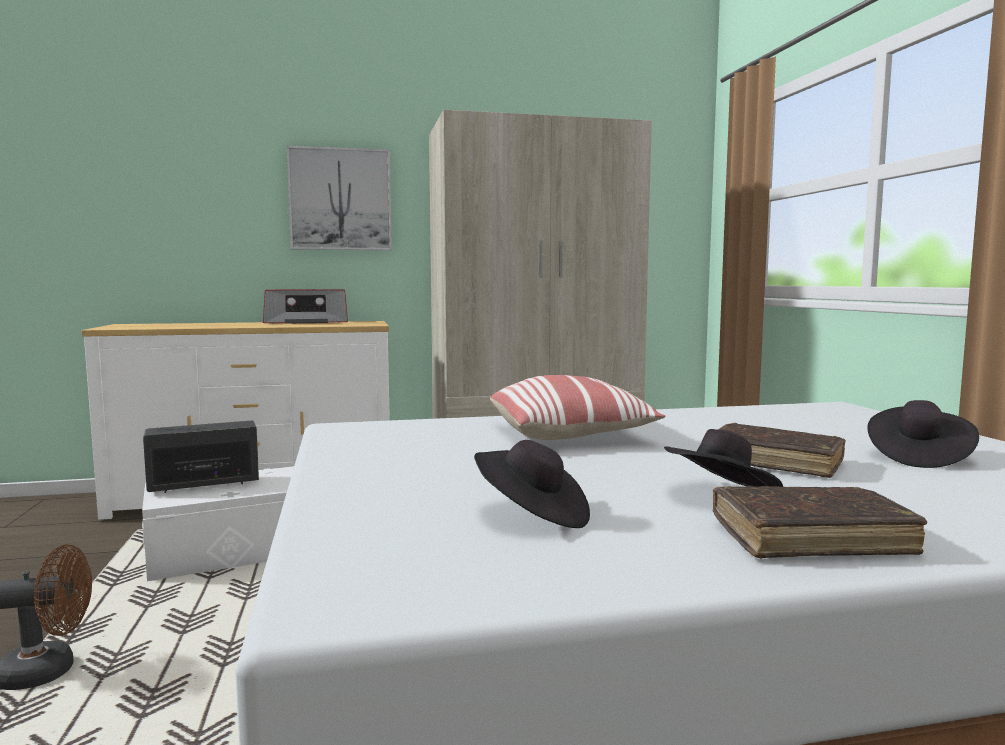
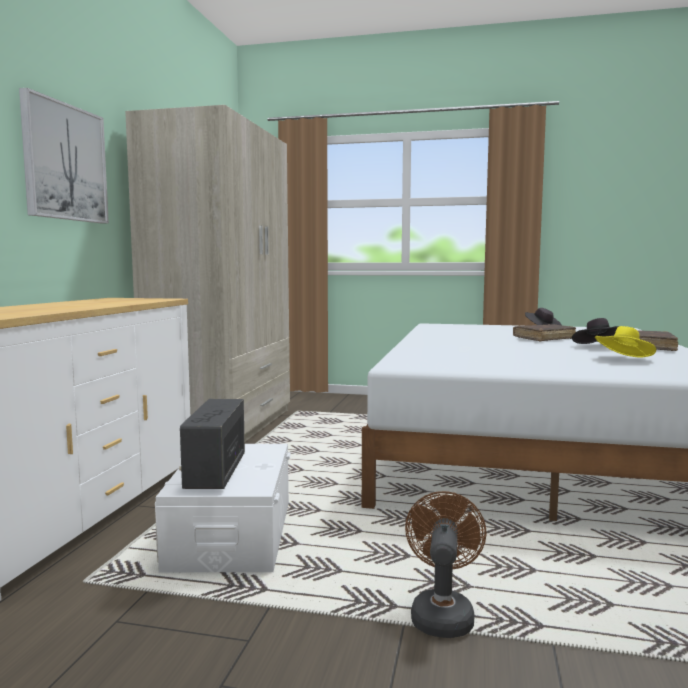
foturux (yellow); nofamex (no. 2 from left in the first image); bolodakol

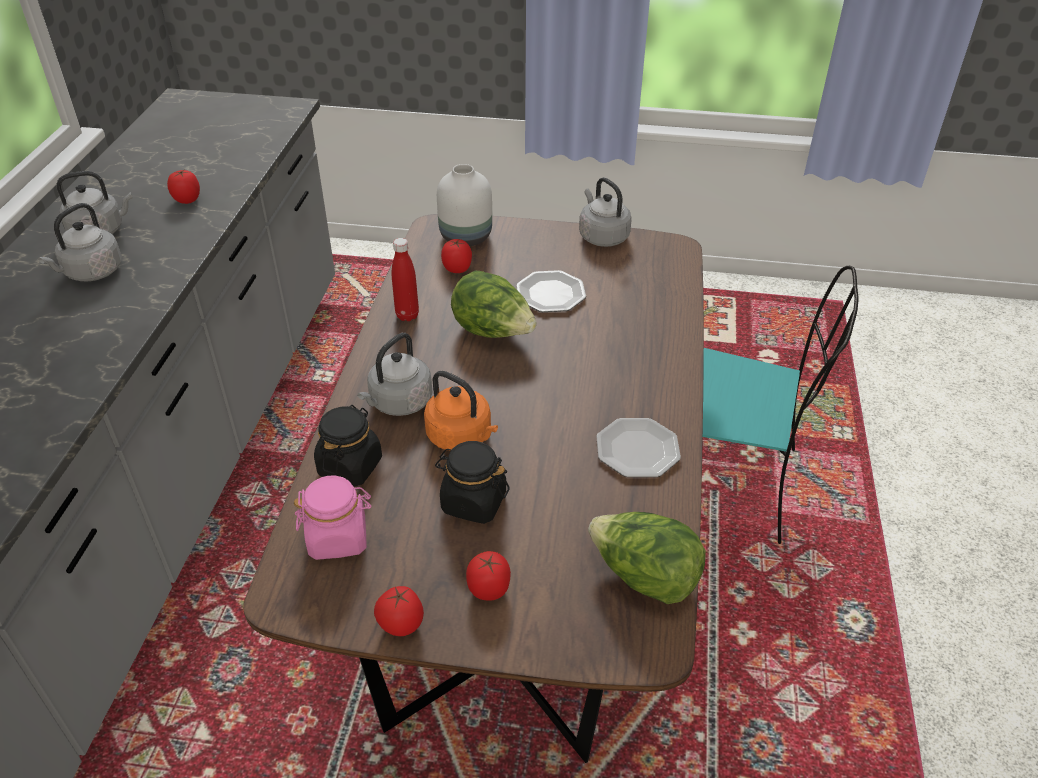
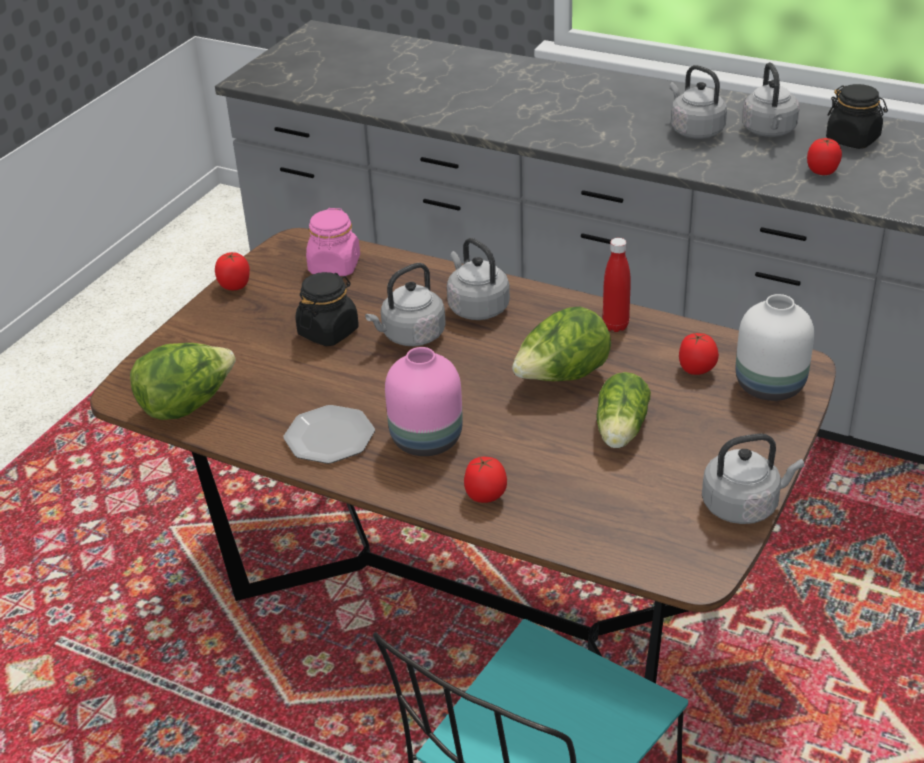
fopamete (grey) (no. 1 from left); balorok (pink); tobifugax (no. 2 from left); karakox (no. 3 from left); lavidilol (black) (no. 2 from left)

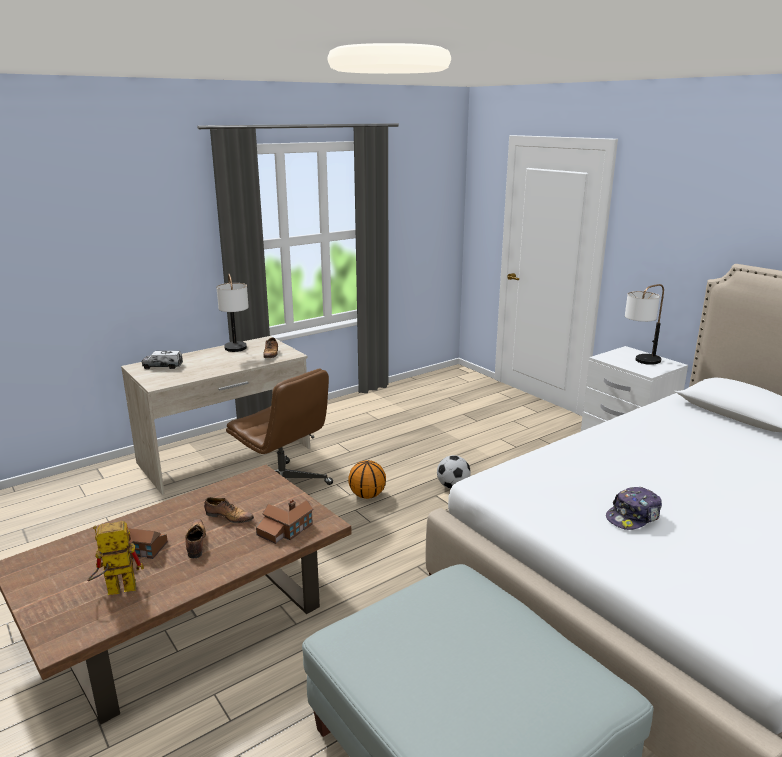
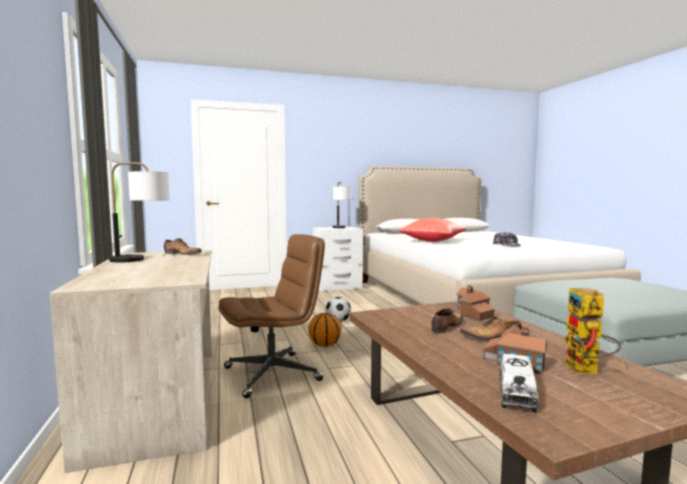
bolodakol (red); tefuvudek

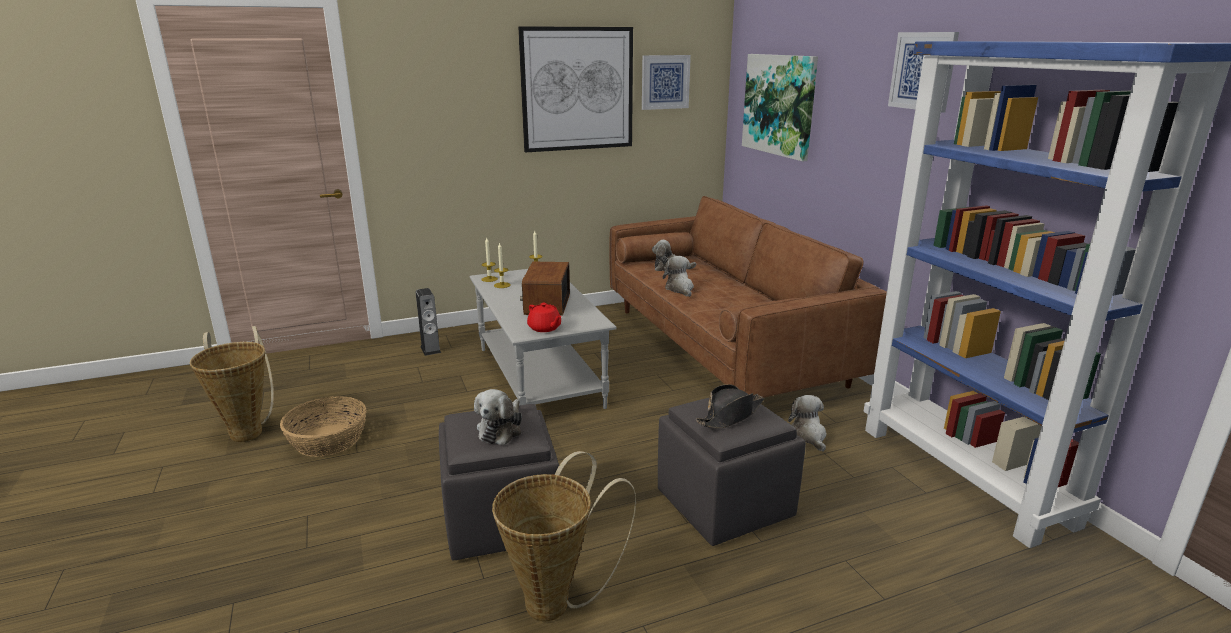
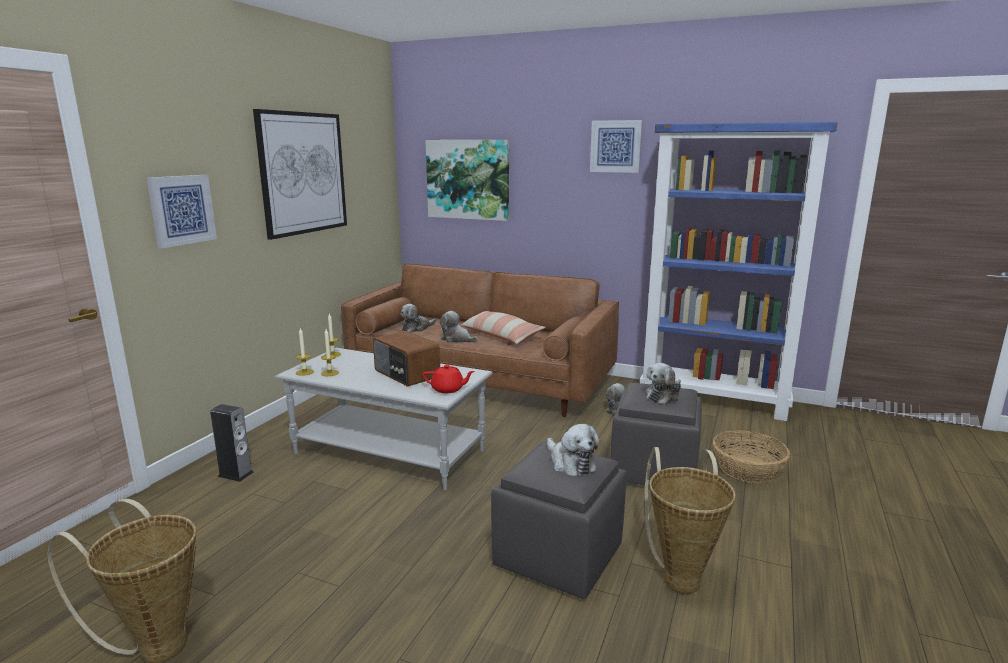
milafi (no. 1 from left); bolodakol; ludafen (no. 5 from left); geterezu (no. 3 from left)

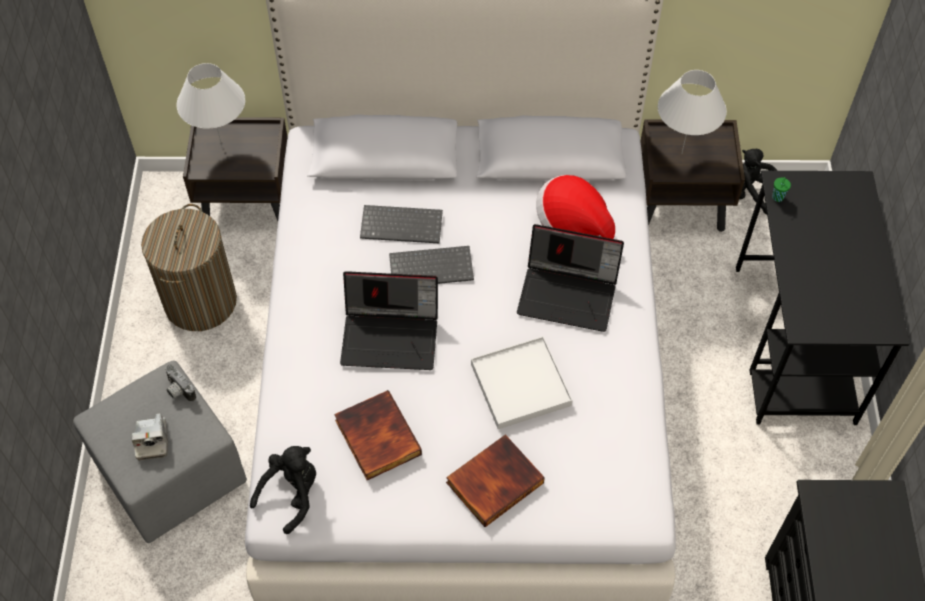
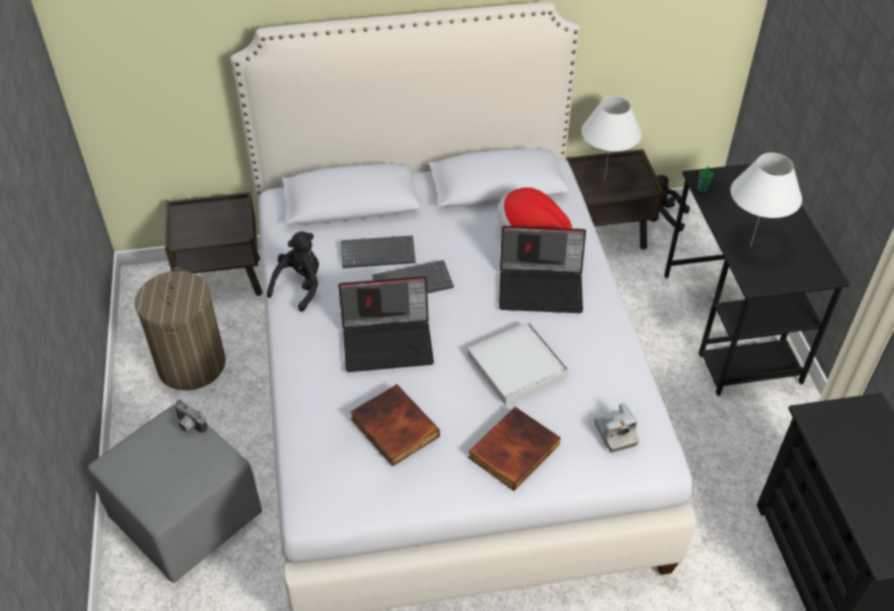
ludafen (black) (no. 1 from left); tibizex (no. 2 from left); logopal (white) (no. 2 from left)

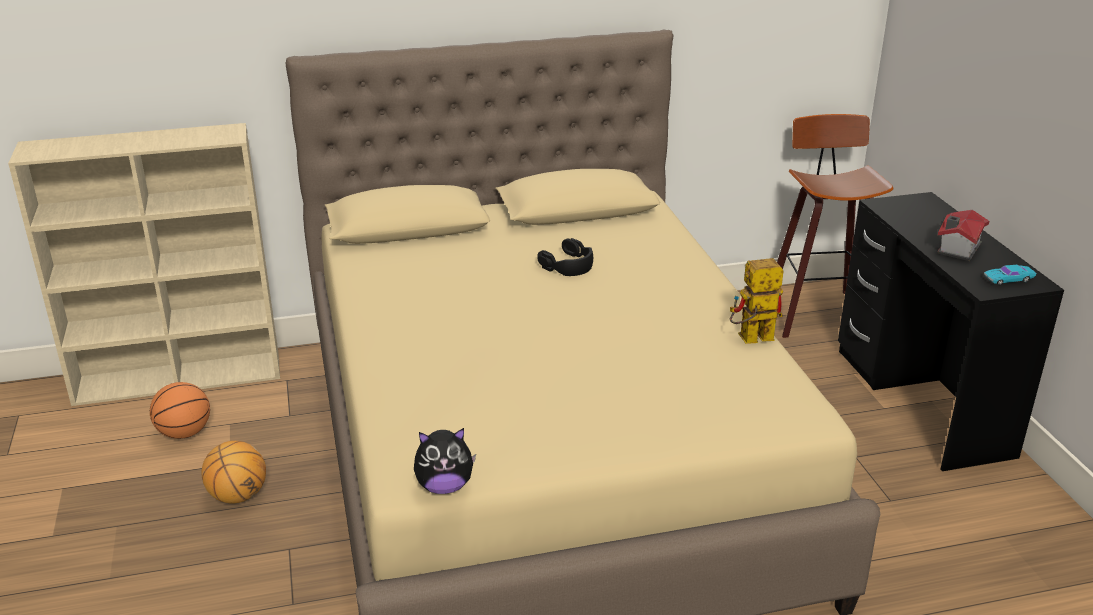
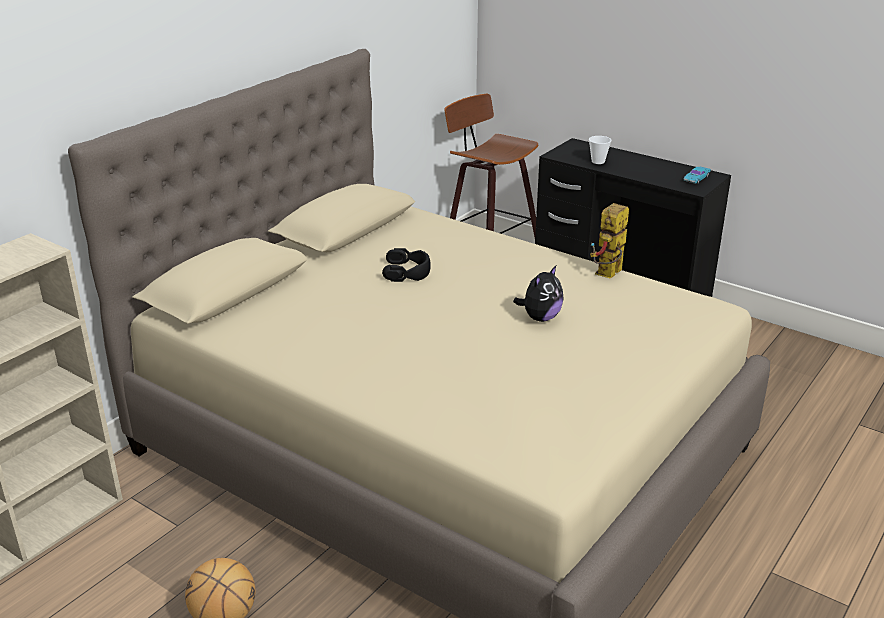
ludafen; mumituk; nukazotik (no. 1 from left in the first image); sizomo

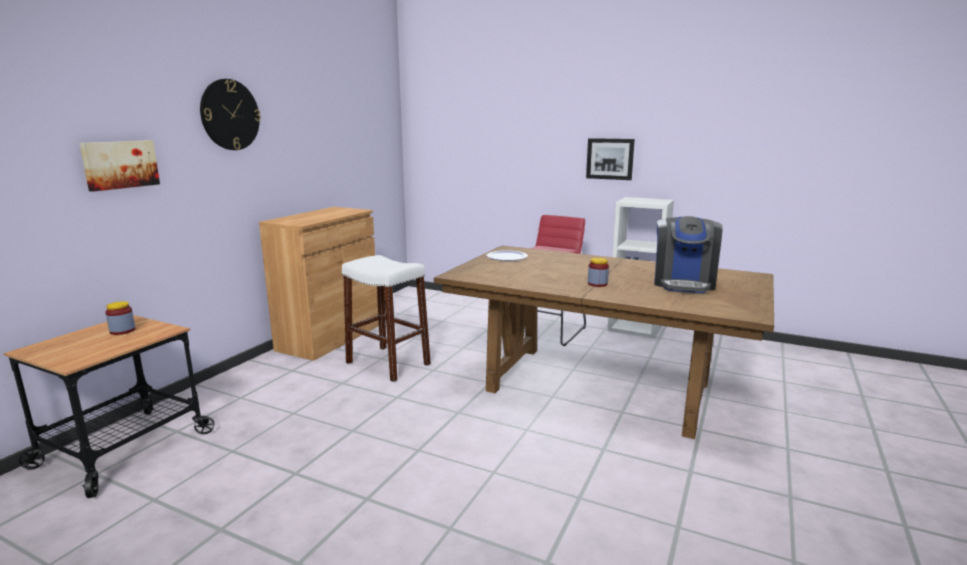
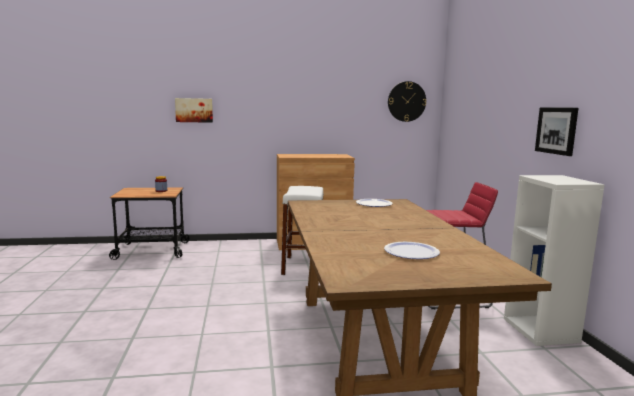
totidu (no. 2 from left); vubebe; lavidilol (no. 2 from left in the first image)

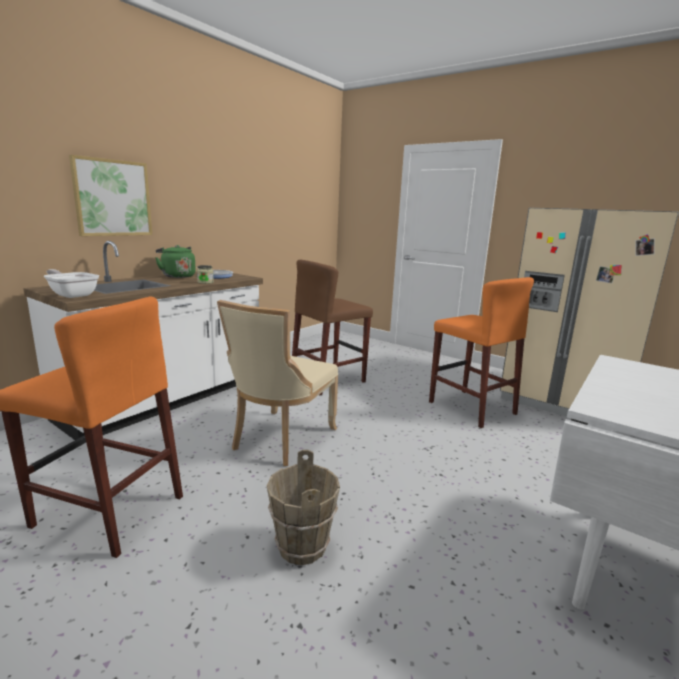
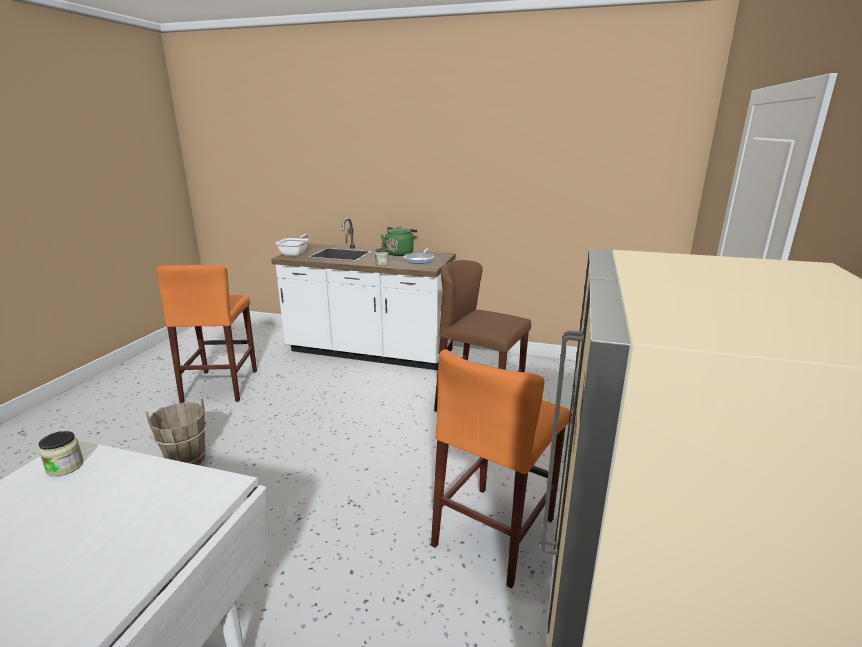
lavidilol (no. 1 from left); milafi; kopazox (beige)

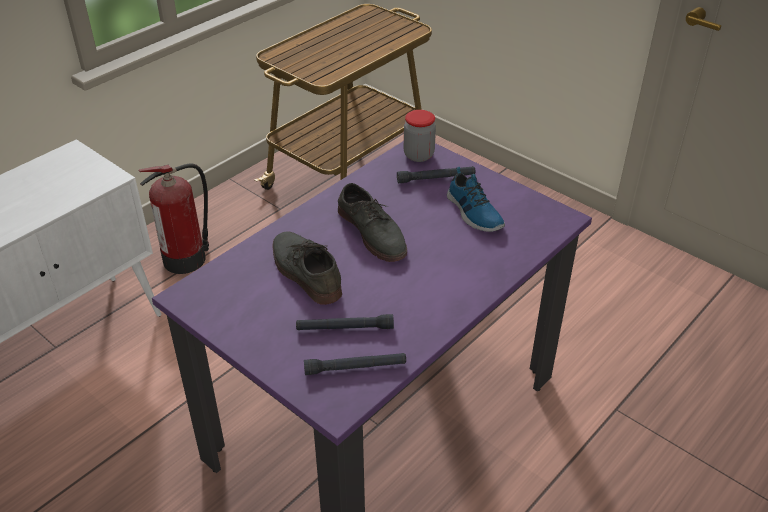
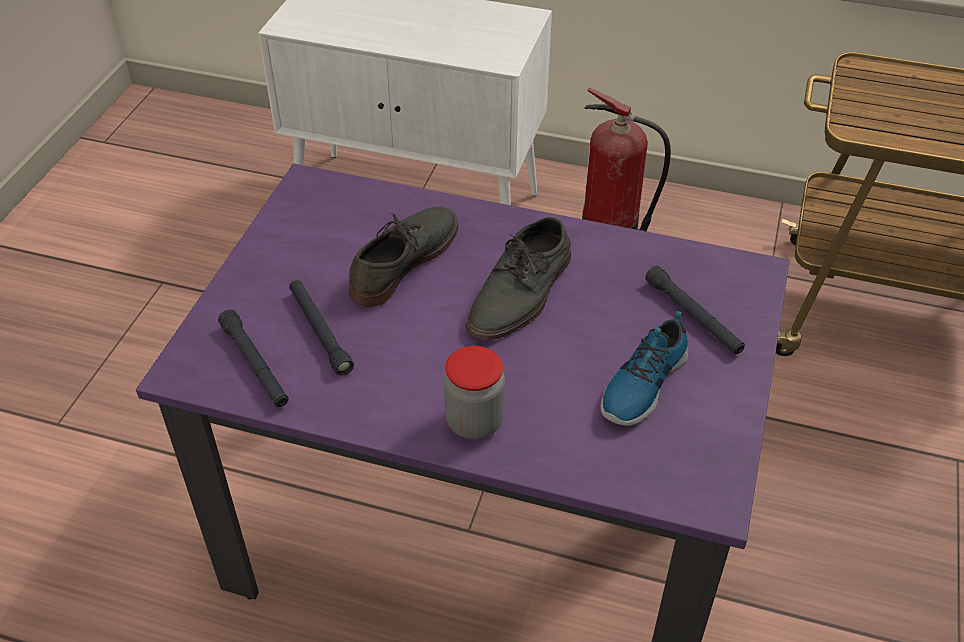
lavidilol

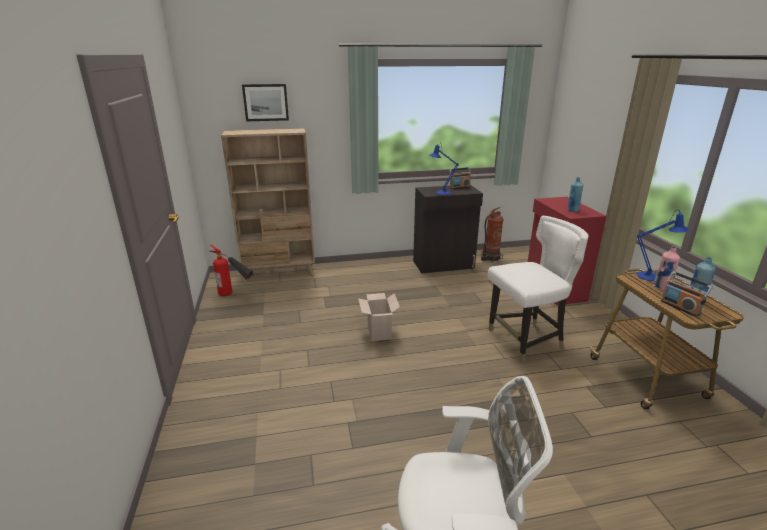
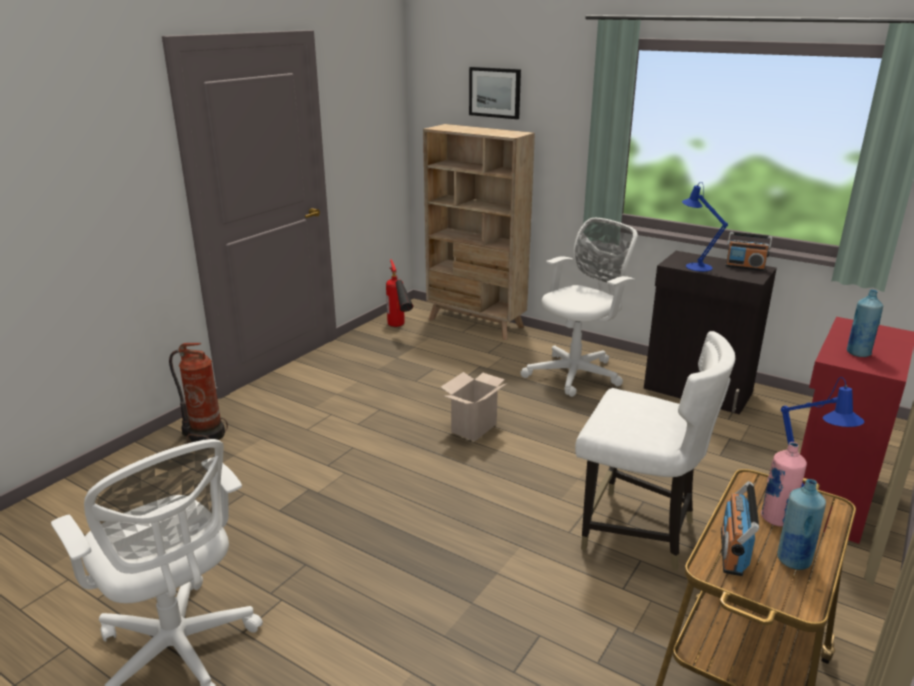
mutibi (no. 1 from left); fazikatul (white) (no. 2 from left)

